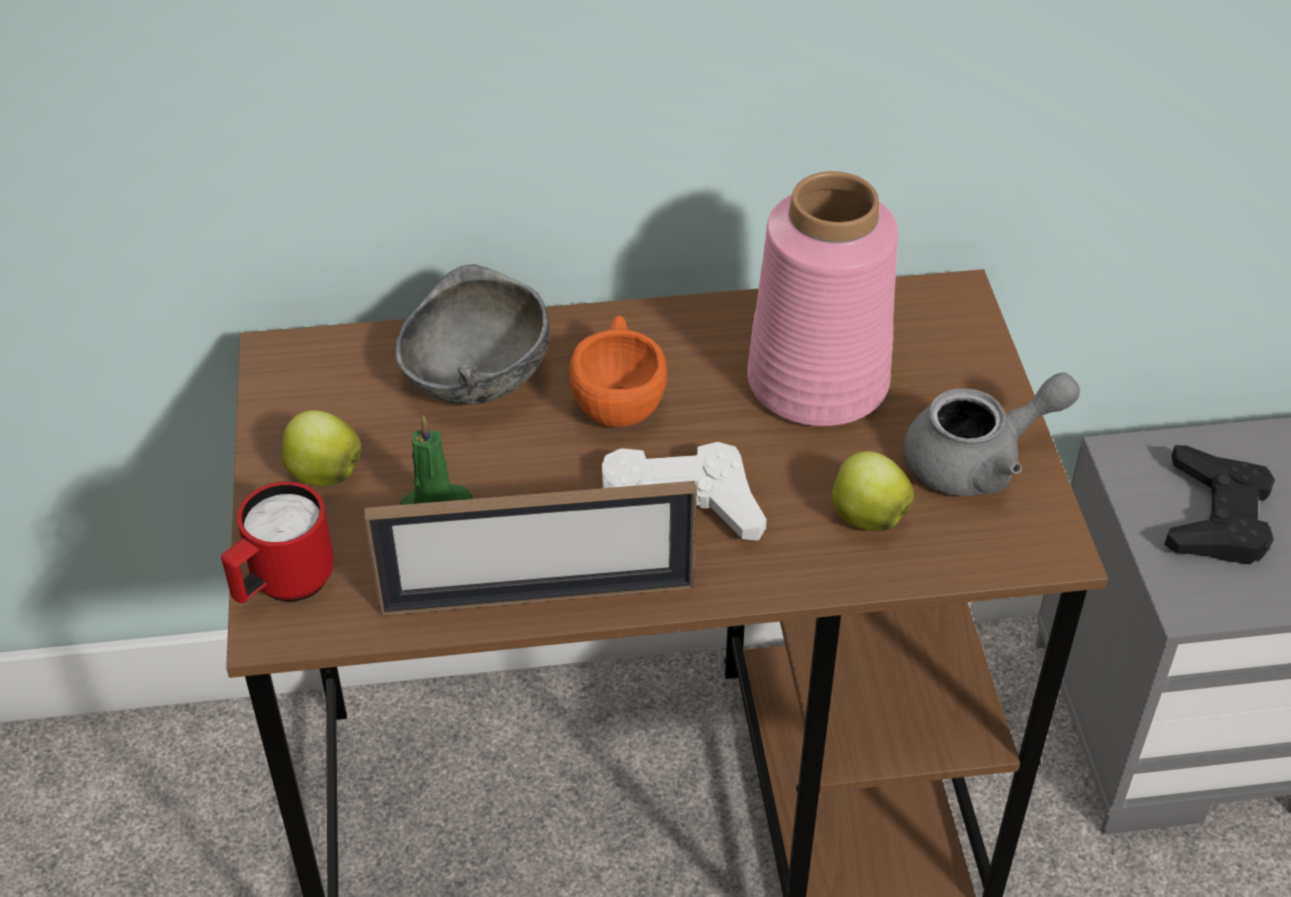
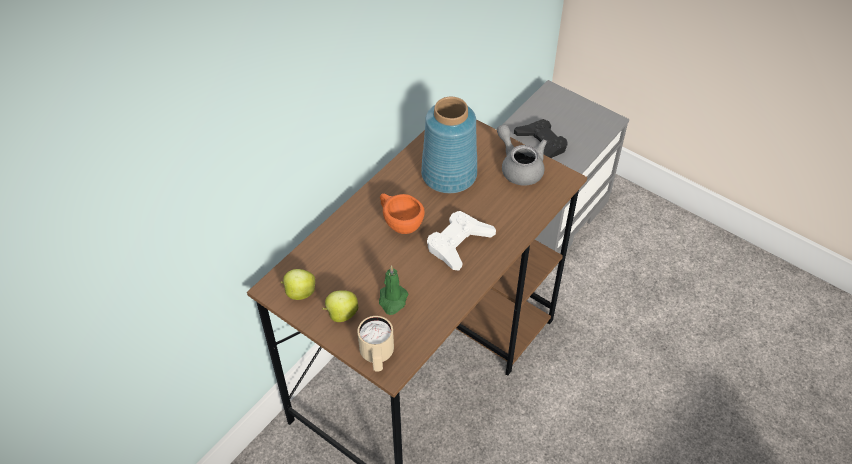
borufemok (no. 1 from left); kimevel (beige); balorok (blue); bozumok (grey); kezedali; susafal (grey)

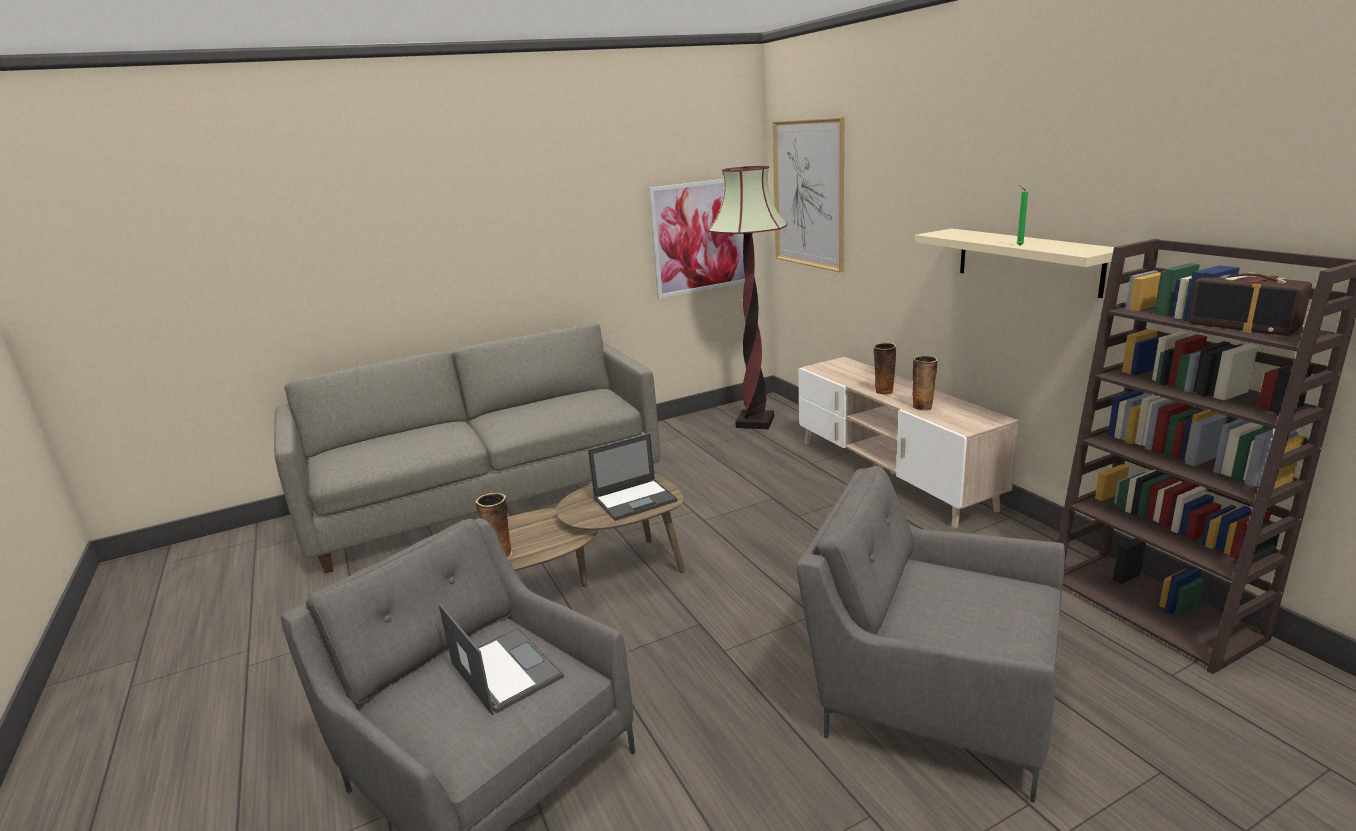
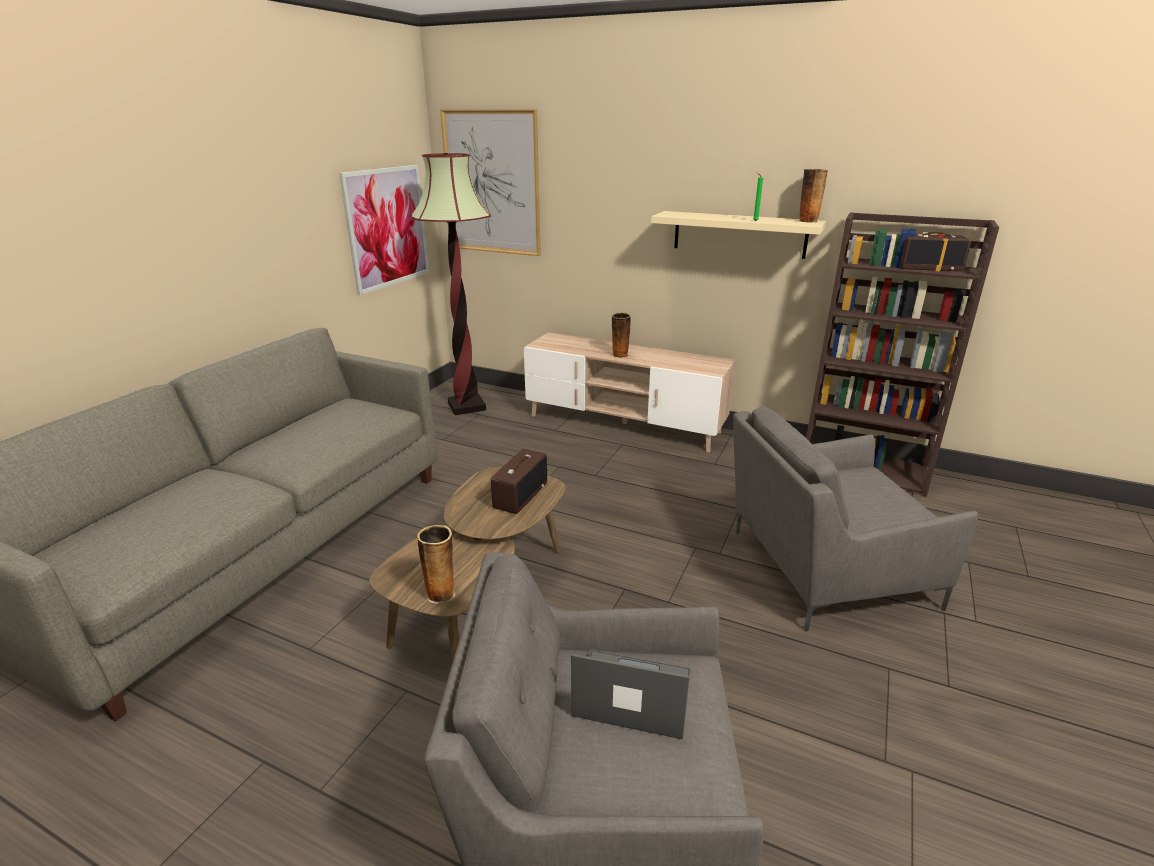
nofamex (no. 1 from left); balorok (no. 3 from left)

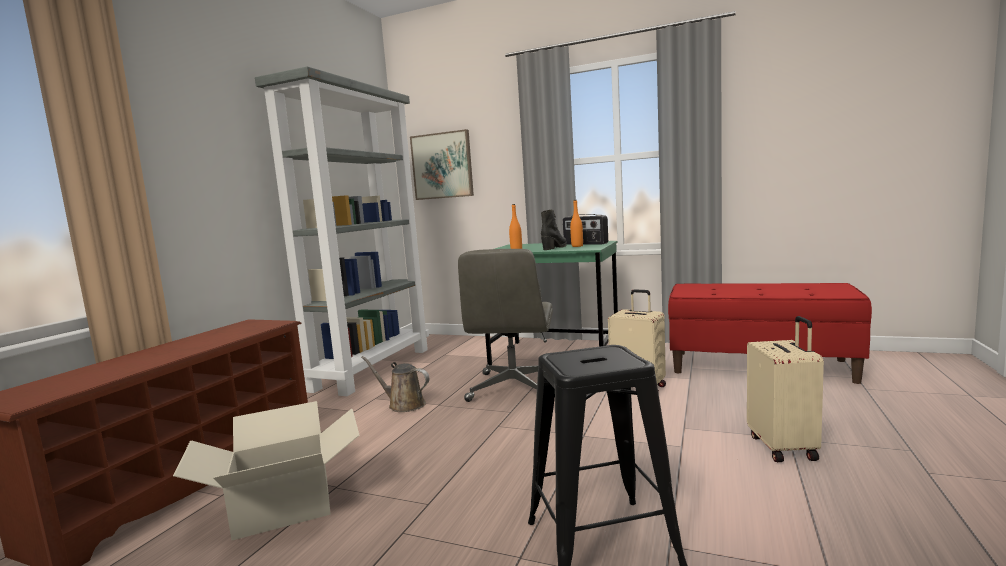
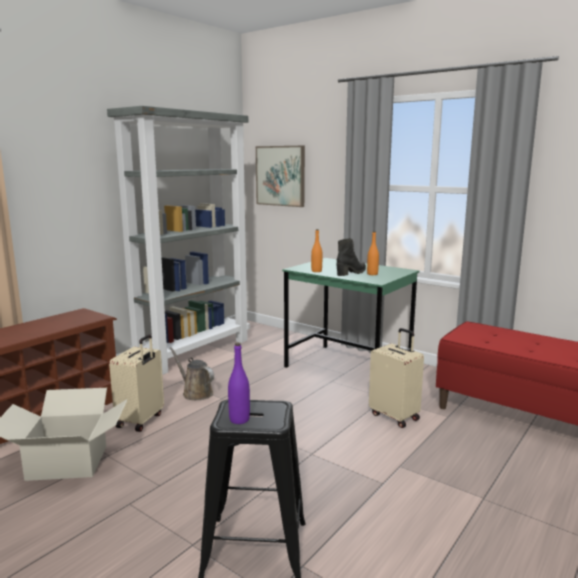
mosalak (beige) (no. 1 from left); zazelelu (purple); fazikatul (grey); nofamex

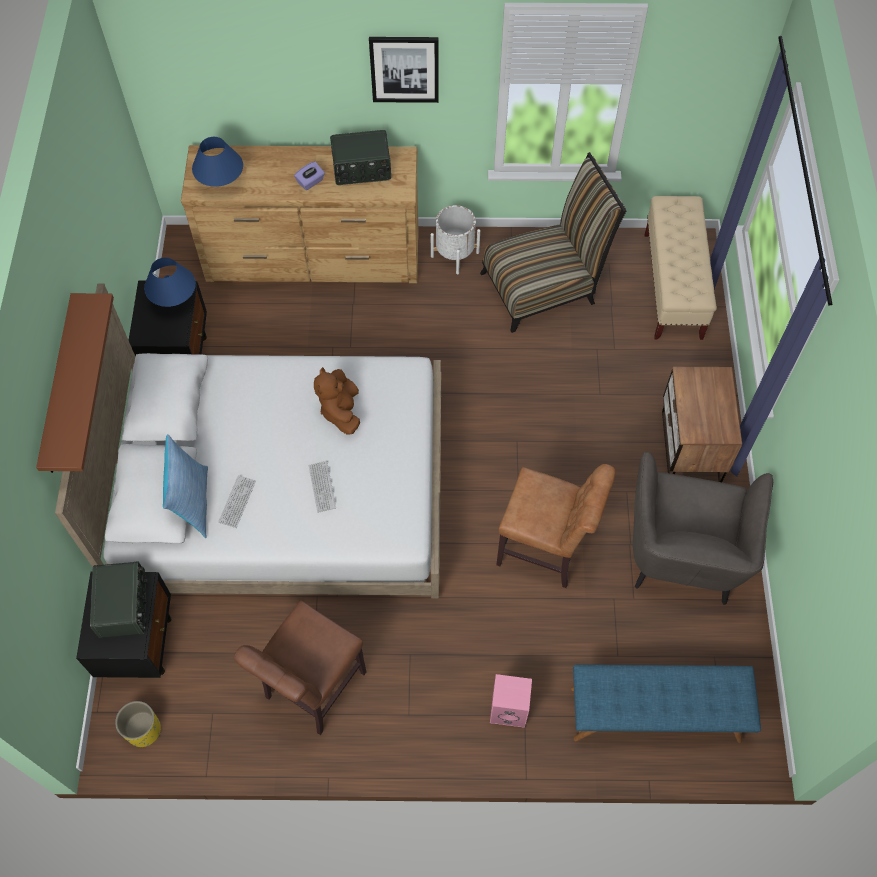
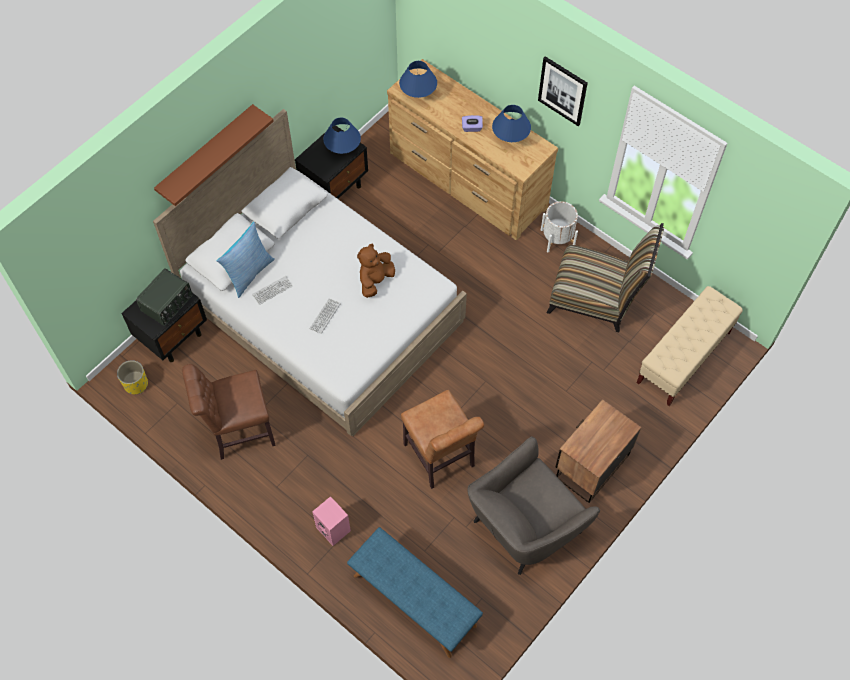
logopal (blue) (no. 3 from left)

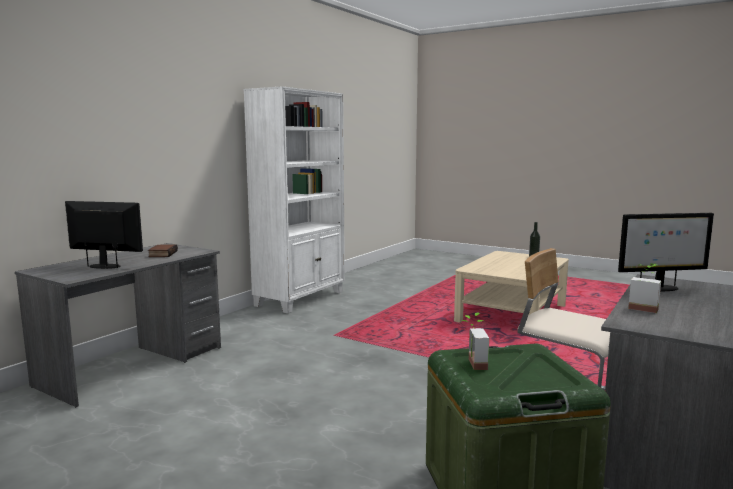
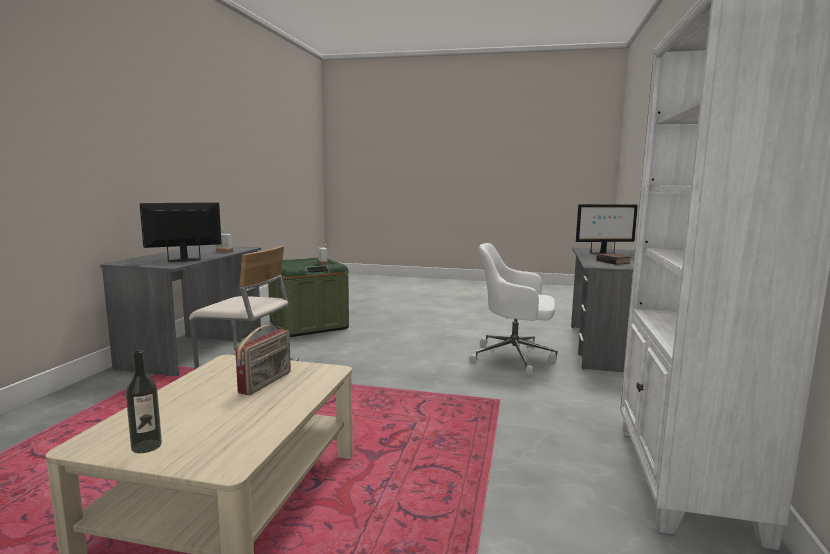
nofamex; fazikatul (white)

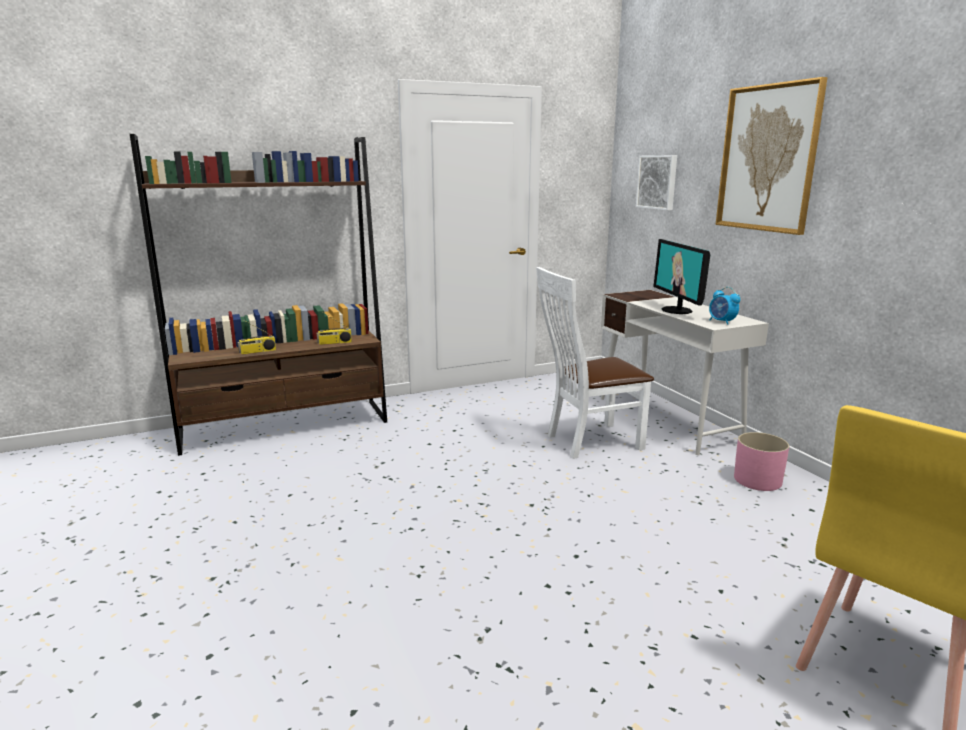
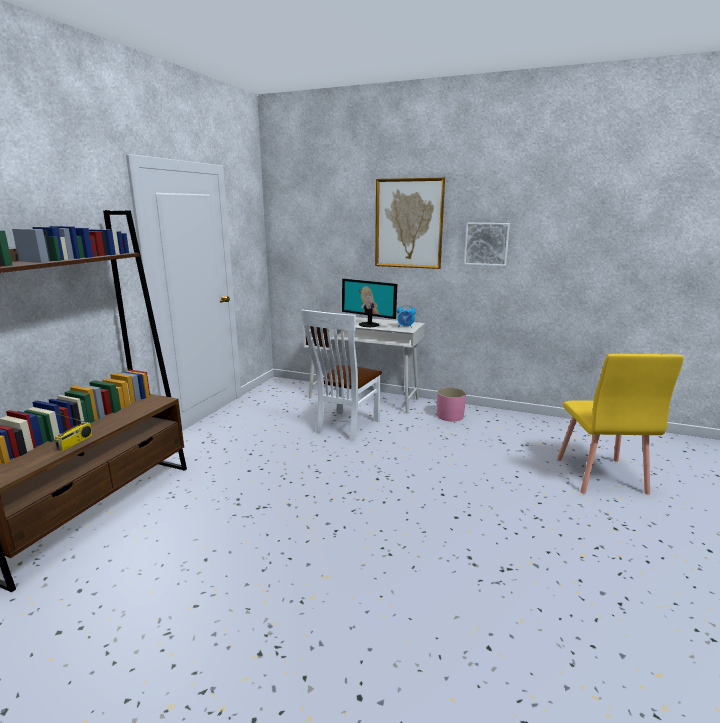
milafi (no. 2 from left); nofamex (no. 2 from left in the first image)

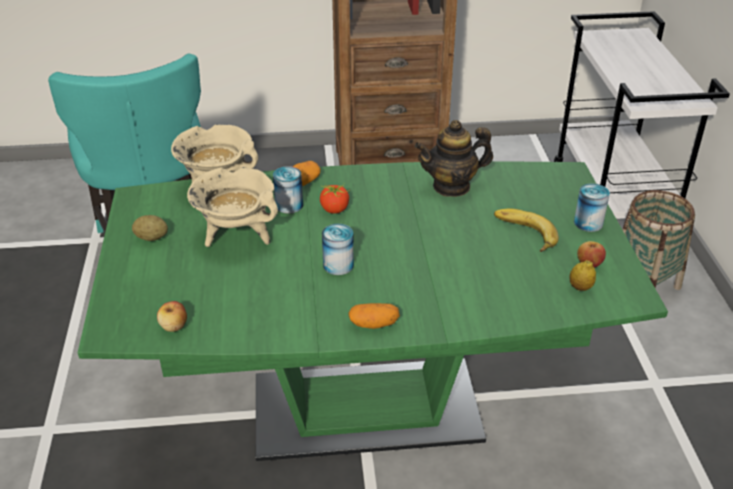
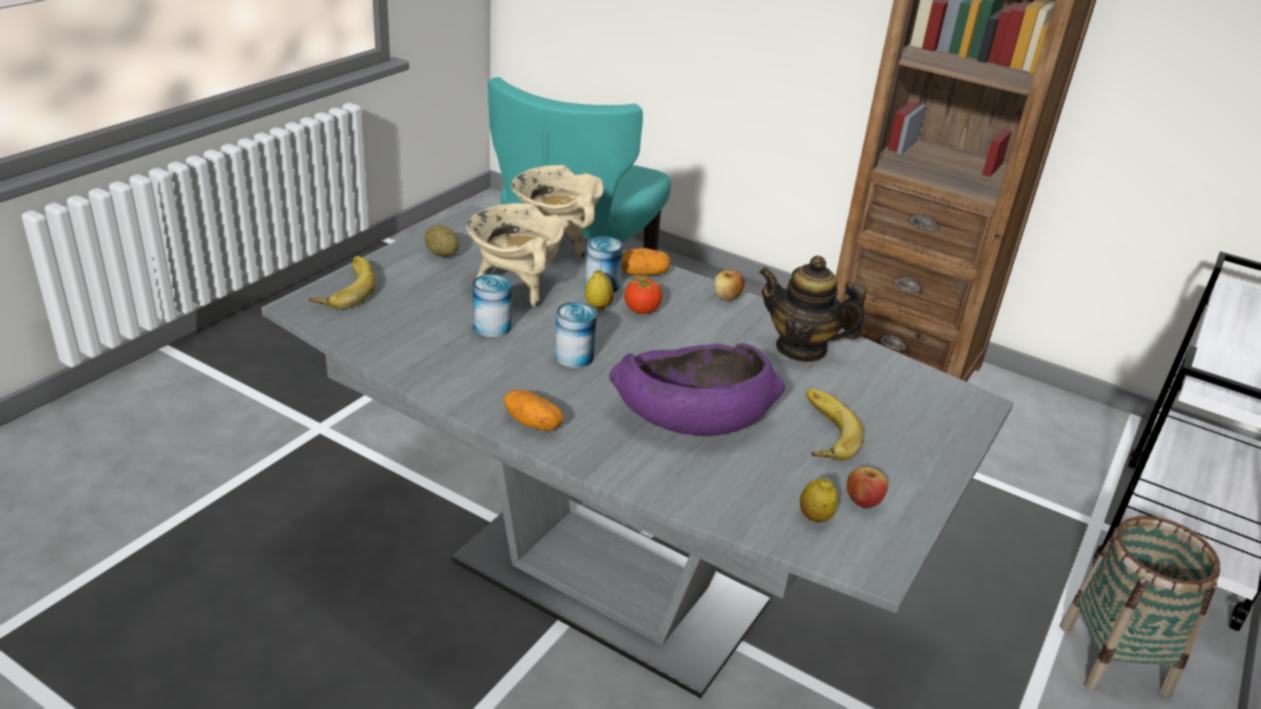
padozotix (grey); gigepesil (no. 1 from left); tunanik (no. 1 from left); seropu (no. 1 from left); susafal (purple); borufemok (no. 1 from left)

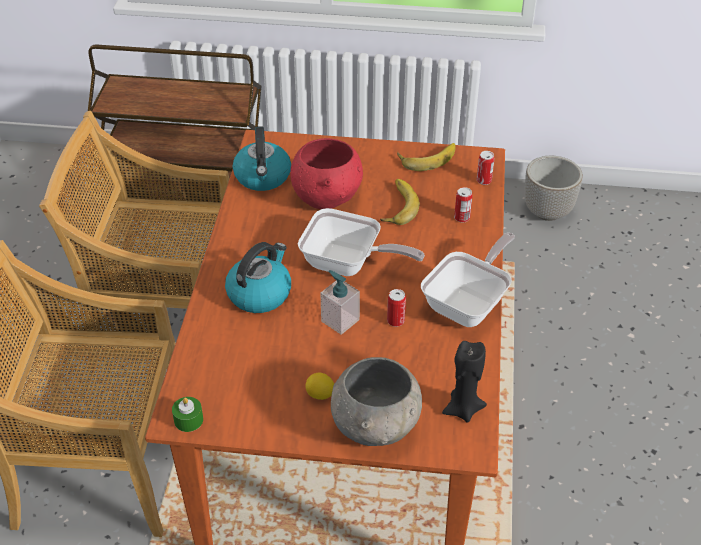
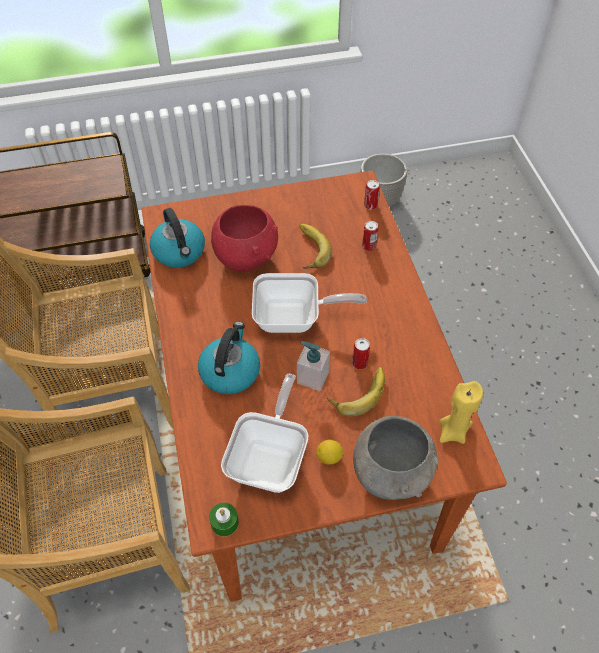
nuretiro (no. 1 from left); gigepesil (no. 2 from left); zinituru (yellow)

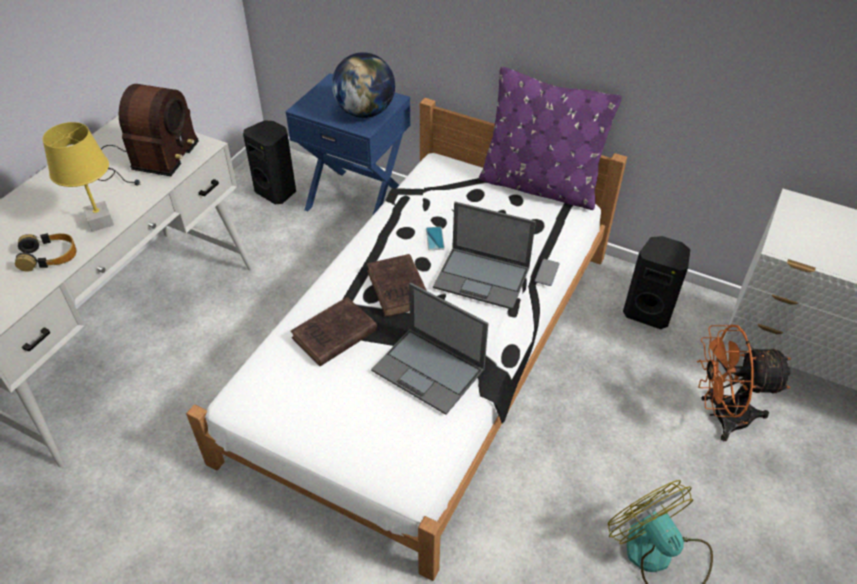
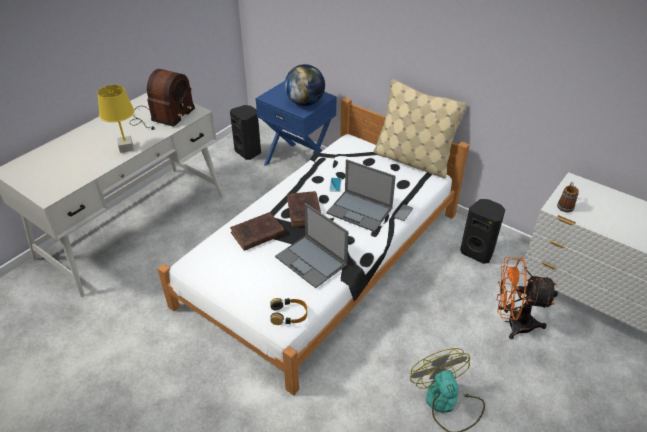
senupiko; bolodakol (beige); kimevel

